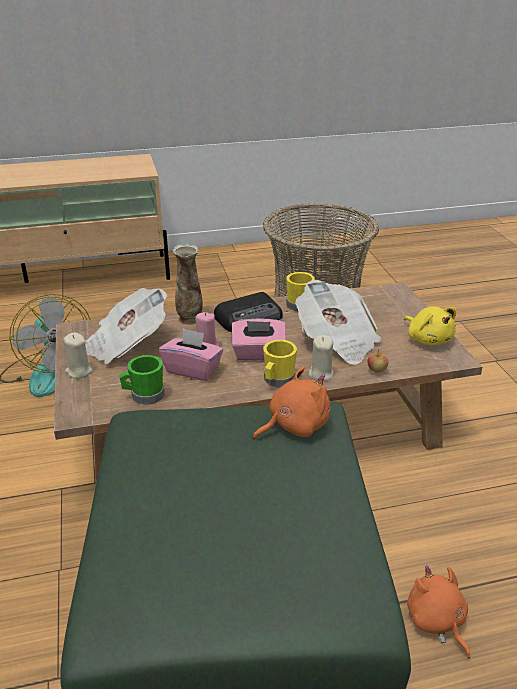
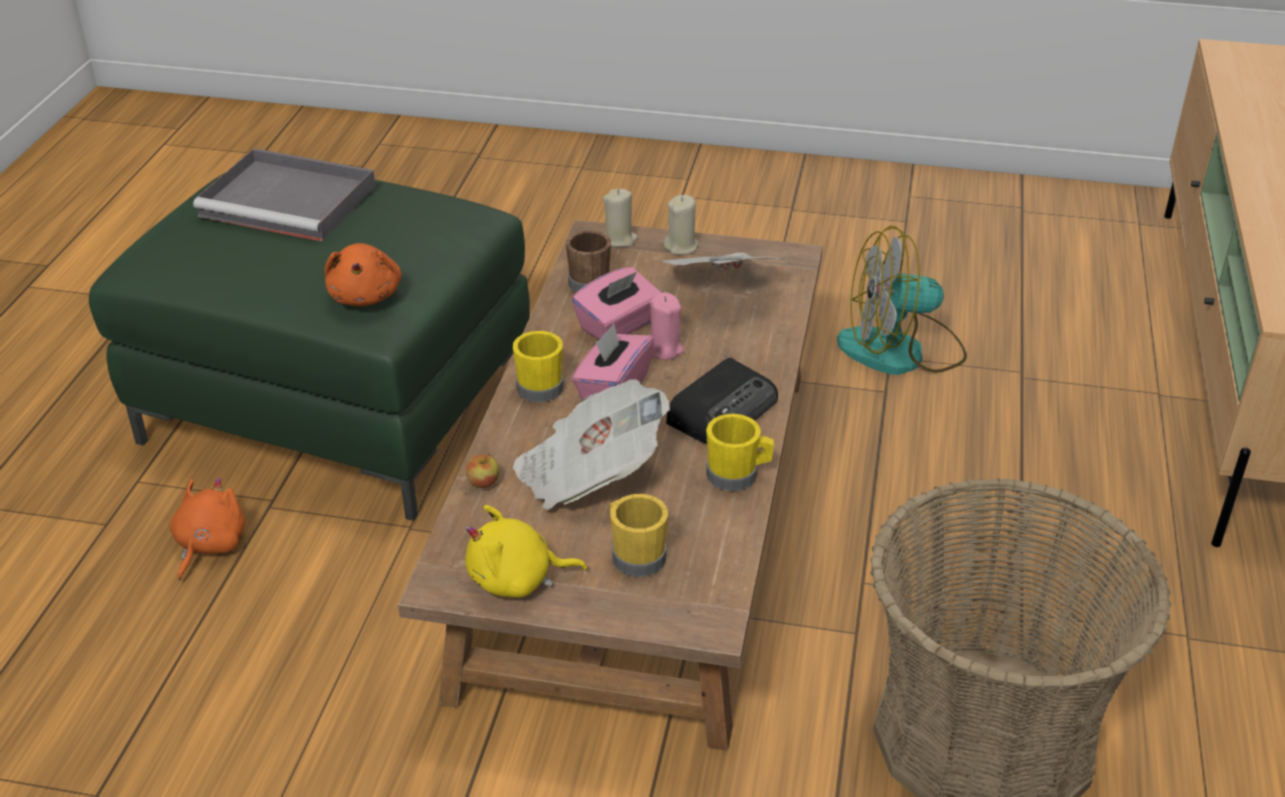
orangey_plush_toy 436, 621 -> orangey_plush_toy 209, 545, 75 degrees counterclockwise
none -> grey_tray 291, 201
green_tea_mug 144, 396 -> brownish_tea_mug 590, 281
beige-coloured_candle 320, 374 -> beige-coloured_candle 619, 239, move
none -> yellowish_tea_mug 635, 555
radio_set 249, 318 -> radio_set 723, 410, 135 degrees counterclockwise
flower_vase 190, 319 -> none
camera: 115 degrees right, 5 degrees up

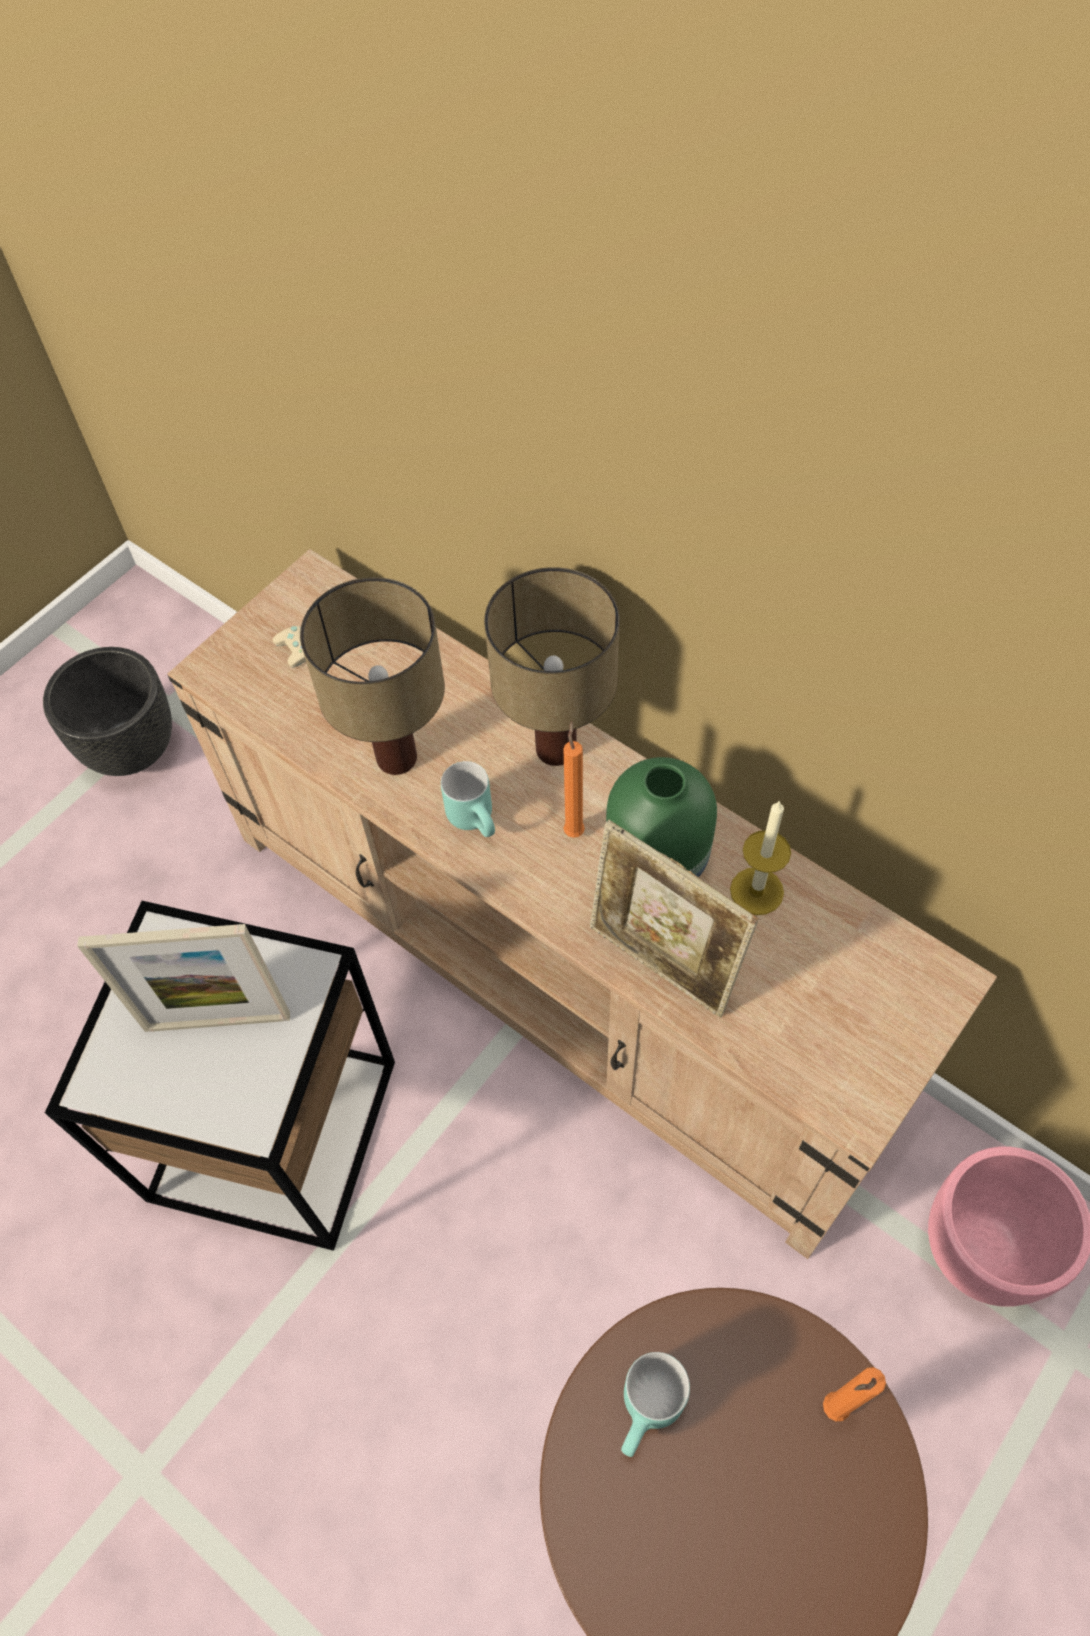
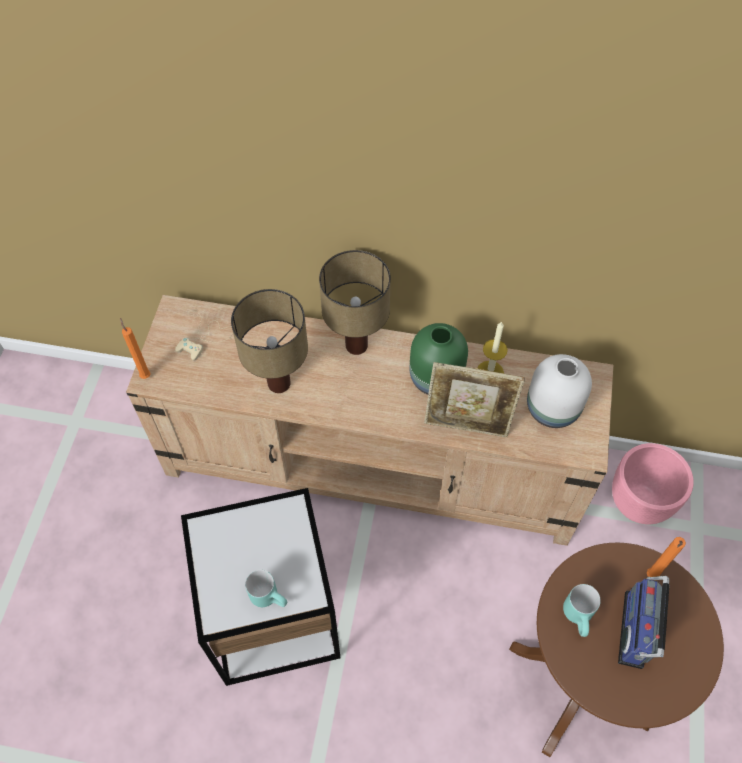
orangey_candle 574, 829 -> orangey_candle 145, 375, move
blue-green_tea_mug 477, 819 -> blue-green_tea_mug 270, 596, move
none -> white-coloured_flower_vase 554, 408
none -> radio_set 638, 630
blackish_flower_pot 133, 750 -> none
photo_frame 217, 1021 -> none
camera: 30 degrees left, 0 degrees up

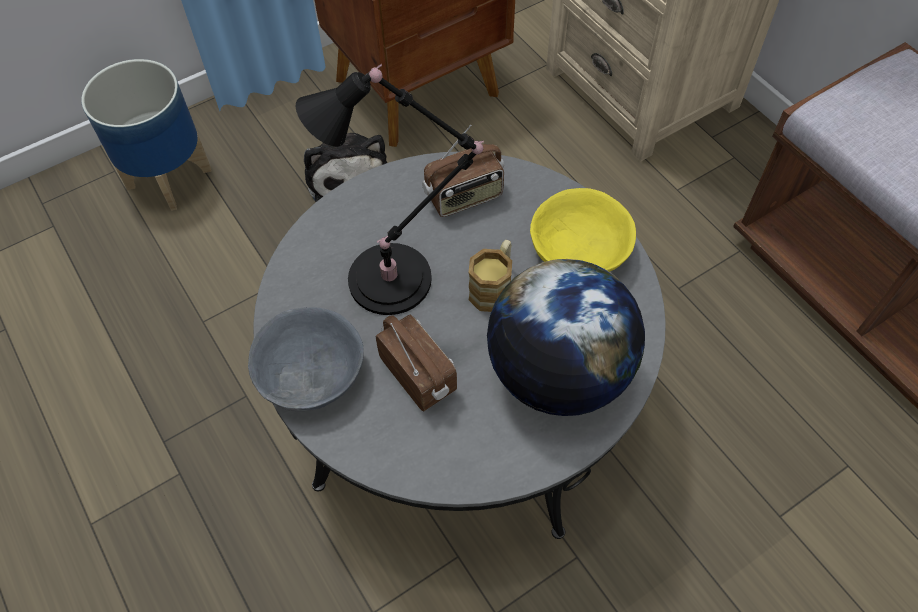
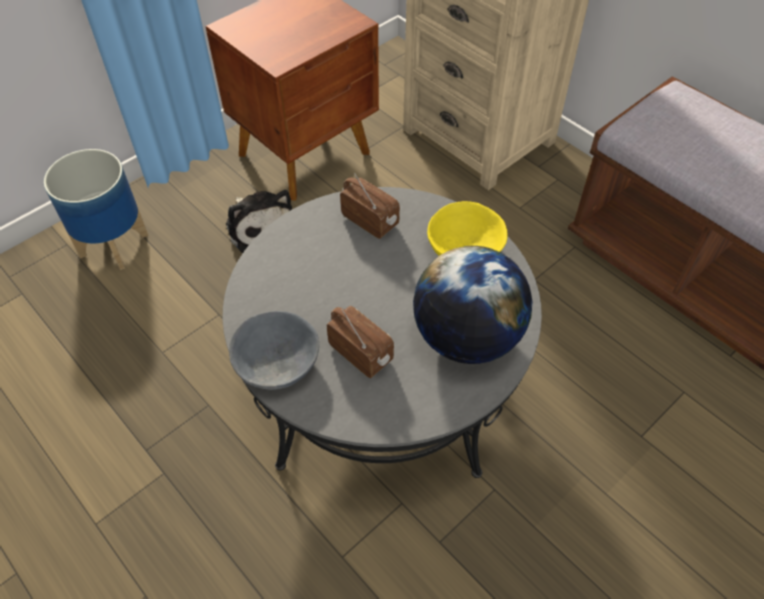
radio_set 464, 197 -> radio_set 370, 220, 105 degrees counterclockwise
blackish_lamp_for_a_table 397, 278 -> none
tea_mug 493, 286 -> none
camera: 10 degrees left, 5 degrees down

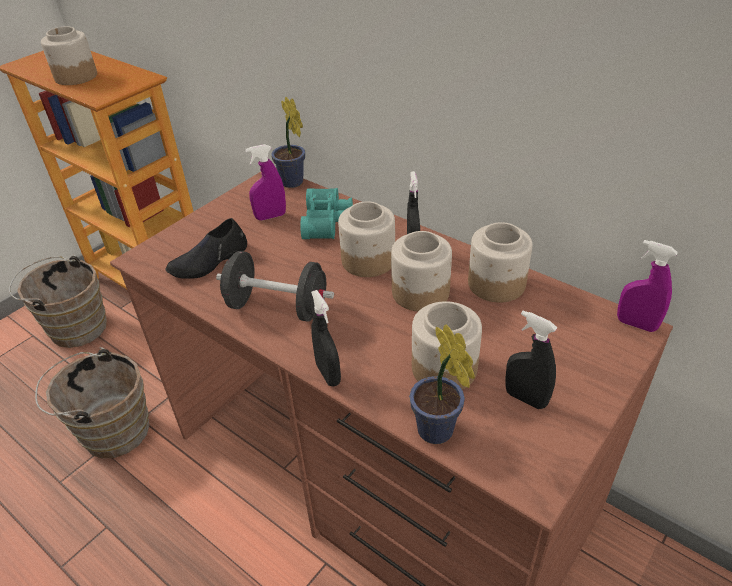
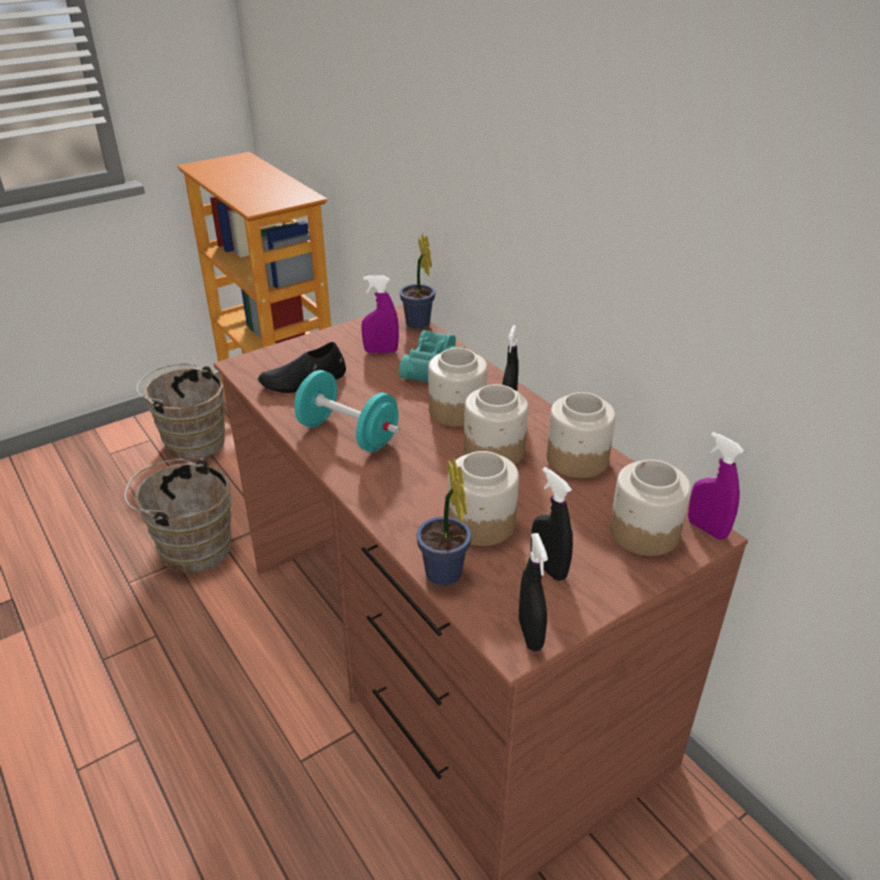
blackish_free_weight 277, 307 -> blue-green_free_weight 348, 434
blackish_sprayer 328, 374 -> blackish_sprayer 530, 634, move
preserve_jar 76, 77 -> preserve_jar 643, 532, move
camera: 15 degrees right, 5 degrees down

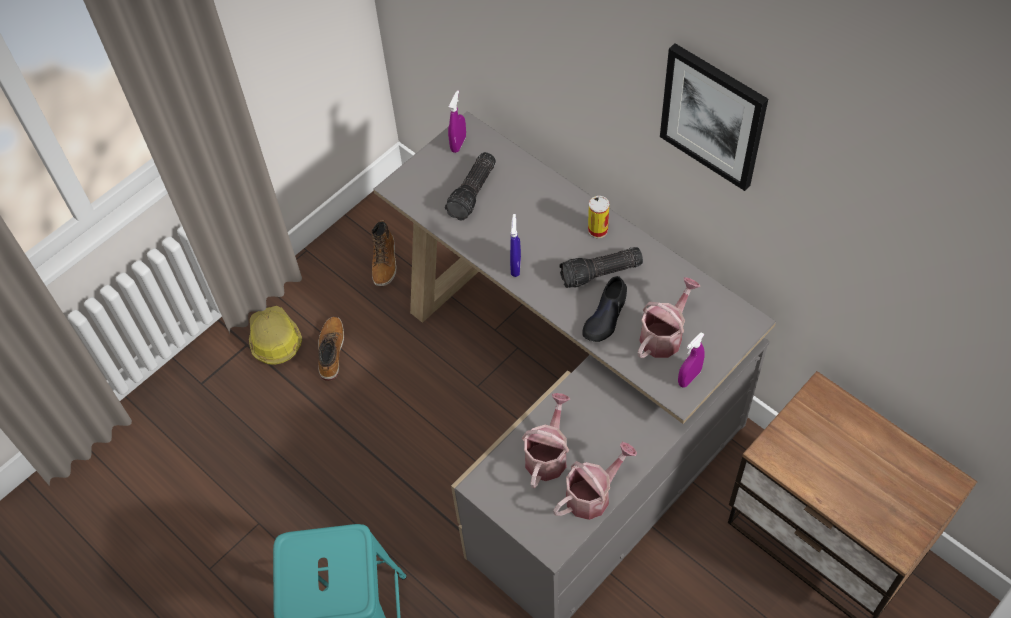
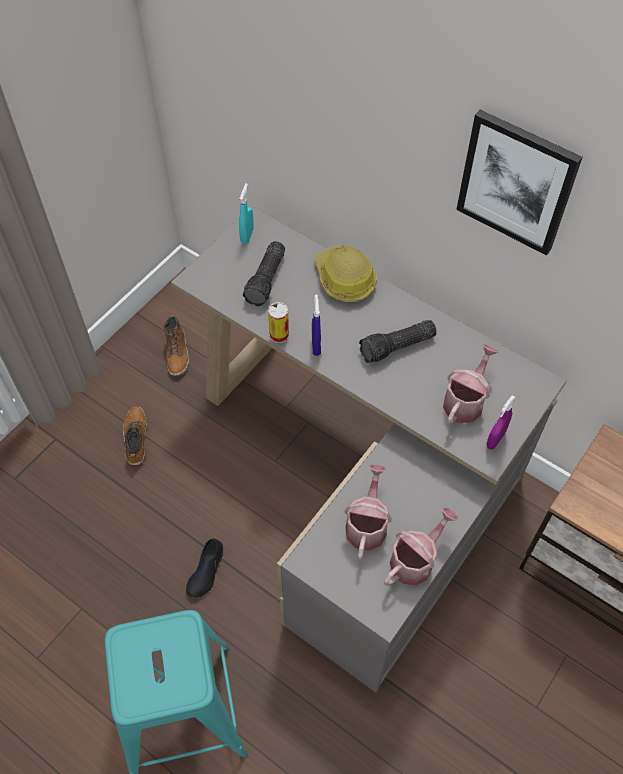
blackish_item_of_footwear 605, 316 -> blackish_item_of_footwear 206, 571, move
purple-coloured_sprayer 458, 144 -> blue-green_sprayer 247, 236
metal_can 598, 230 -> metal_can 279, 335, move
work_helmet 274, 340 -> work_helmet 344, 279, move
camera: 10 degrees left, 0 degrees up

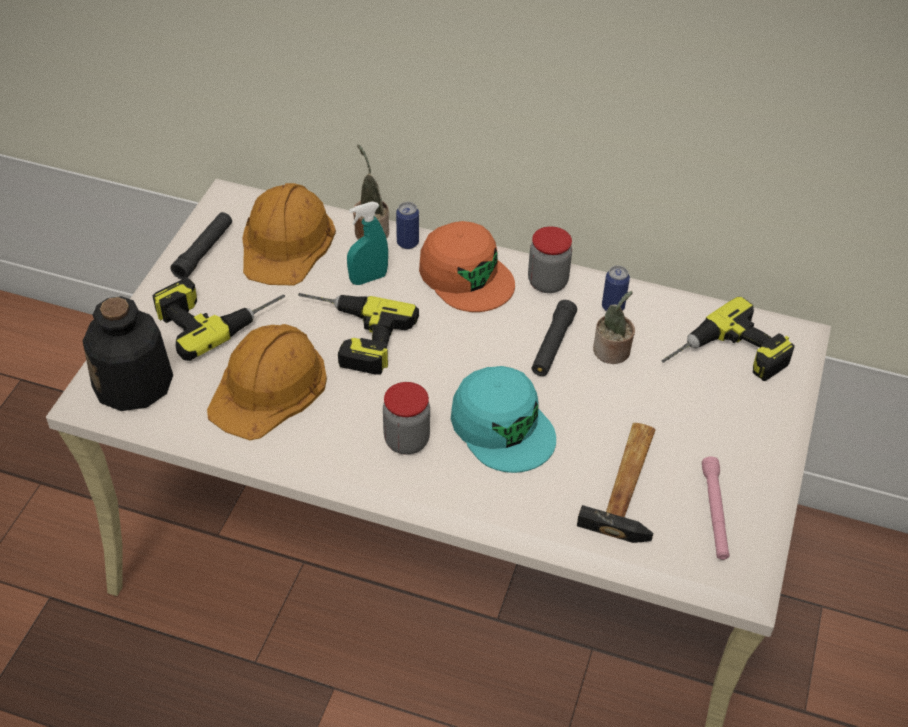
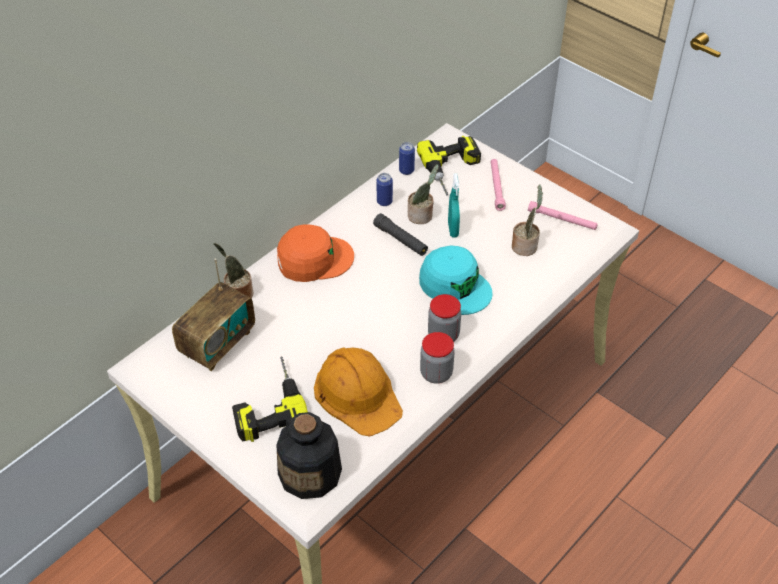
orangey_work_helmet 287, 242 -> radio_set 218, 344
metal_can 407, 243 -> metal_can 406, 170, move
blue-green_peaked_cap 502, 426 -> blue-green_peaked_cap 455, 286, 60 degrees clockwise
preserve_jar 547, 282 -> preserve_jar 436, 373, move
blue-green_sprayer 368, 278 -> blue-green_sprayer 453, 229, move
none -> pink_flashlight 496, 187
tool_hammer 630, 483 -> plant_in_a_pot 525, 246
blackish_flashlight 204, 251 -> none
drill 348, 335 -> none
camera: 65 degrees left, 0 degrees up

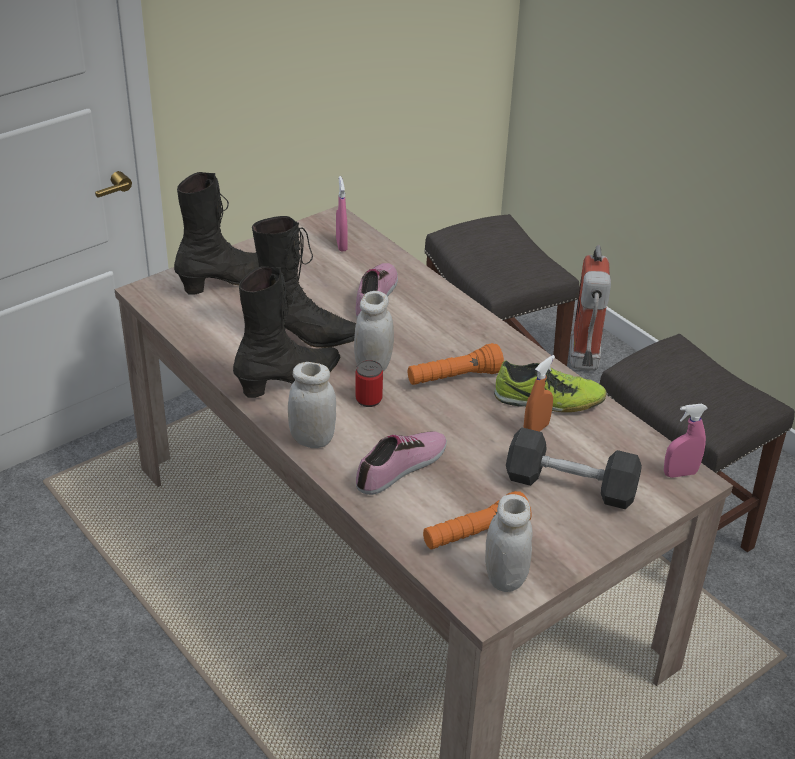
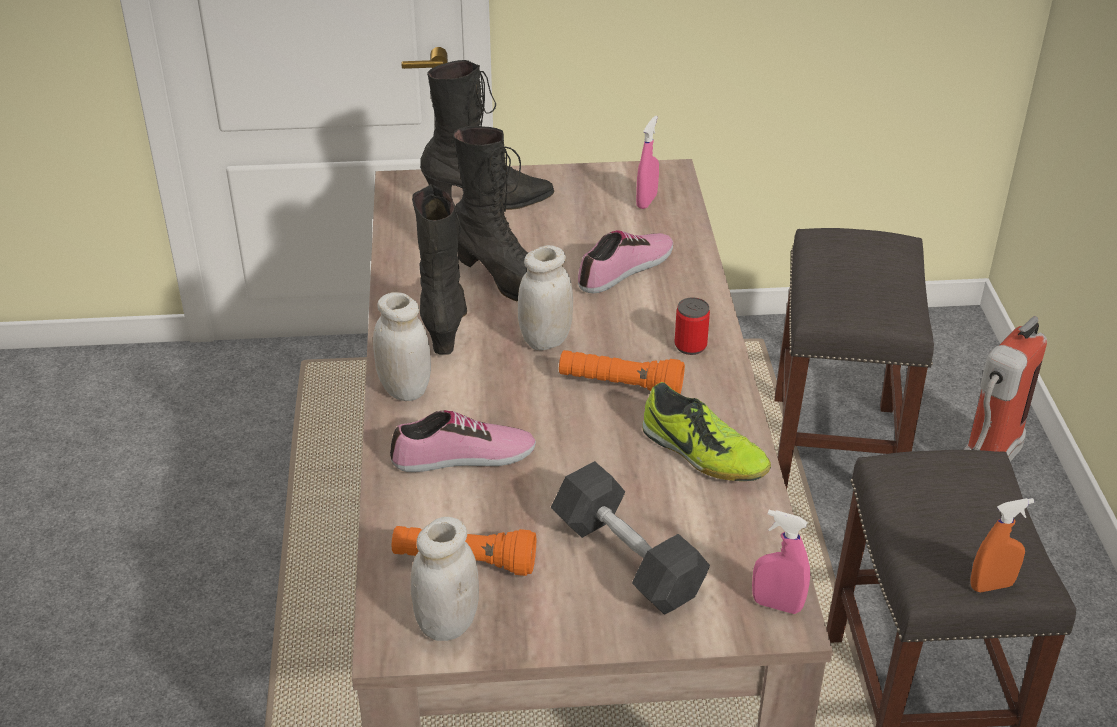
blackish_tall_boot 290, 381 -> blackish_tall_boot 444, 322, 90 degrees counterclockwise
metal_can 368, 399 -> metal_can 690, 346, move
orangey_sprayer 536, 429 -> orangey_sprayer 991, 585, move
camera: 35 degrees right, 0 degrees up

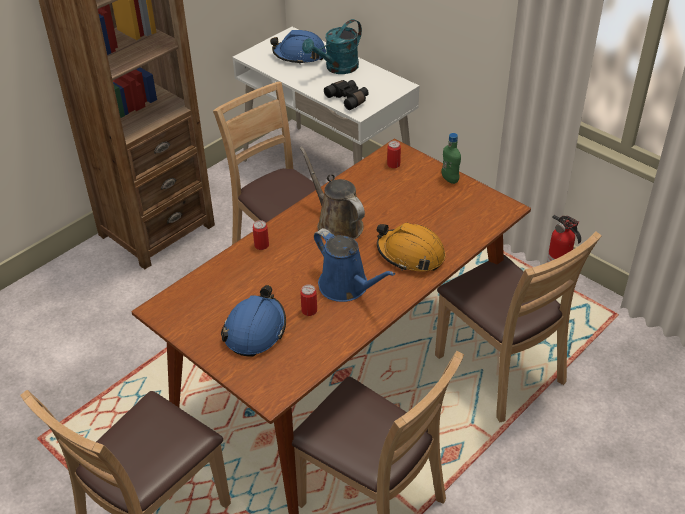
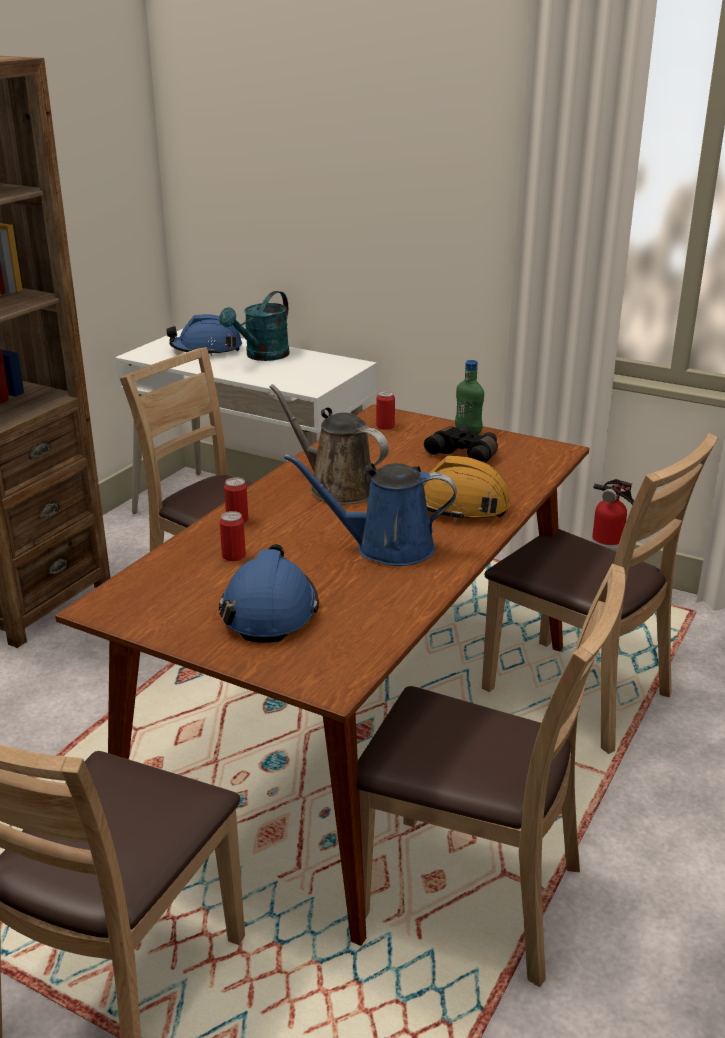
metal_can 309, 310 -> metal_can 233, 556, move
blue-coloured_sprinkling_can 347, 287 -> blue-coloured_sprinkling_can 386, 548, 150 degrees clockwise
blackish_binoculars 348, 99 -> blackish_binoculars 465, 454, move
camera: 15 degrees left, 15 degrees down

